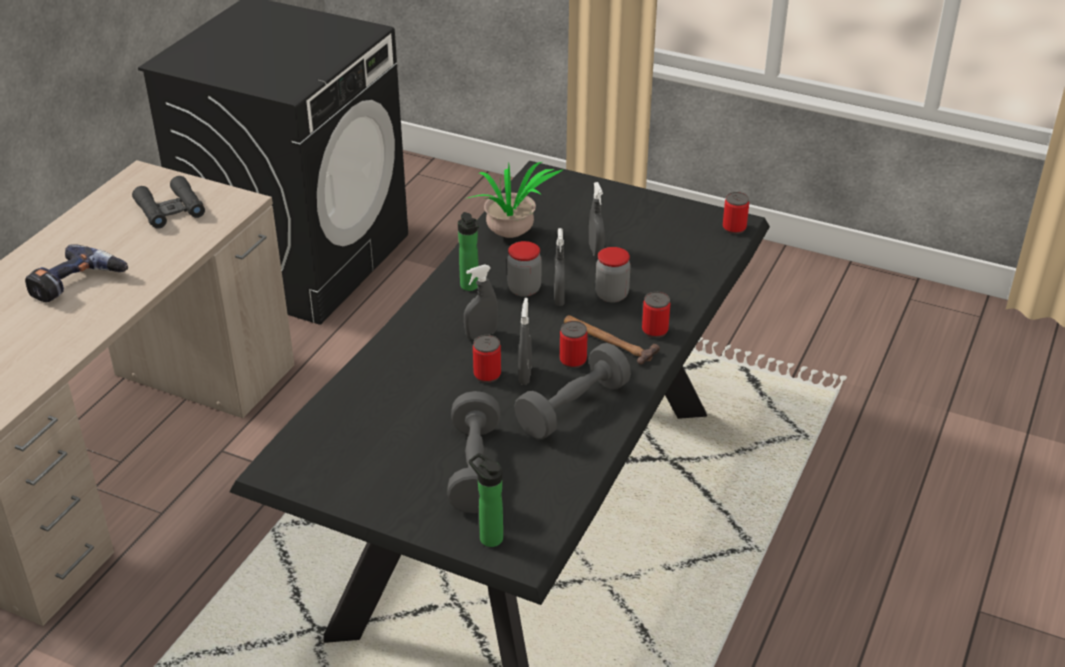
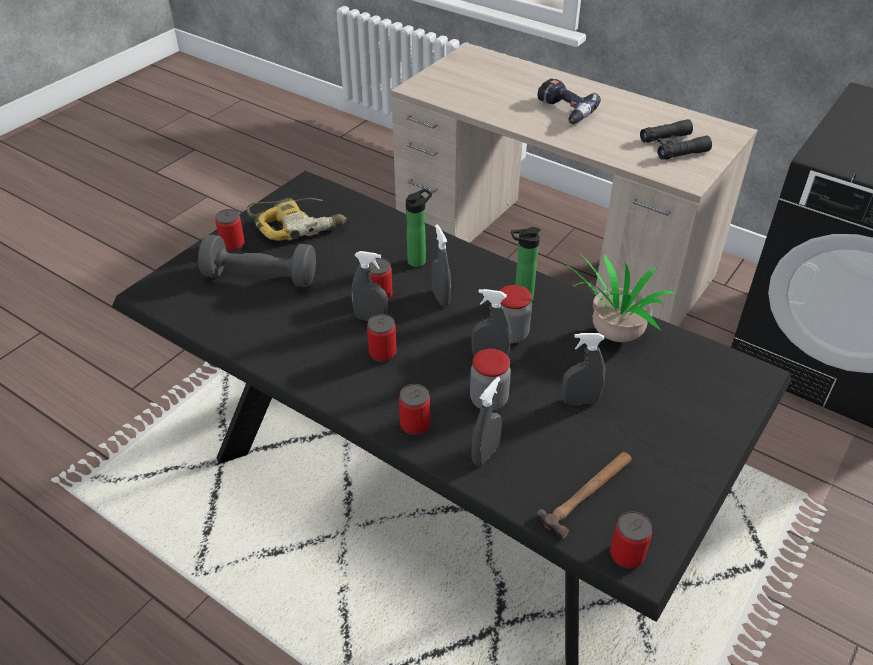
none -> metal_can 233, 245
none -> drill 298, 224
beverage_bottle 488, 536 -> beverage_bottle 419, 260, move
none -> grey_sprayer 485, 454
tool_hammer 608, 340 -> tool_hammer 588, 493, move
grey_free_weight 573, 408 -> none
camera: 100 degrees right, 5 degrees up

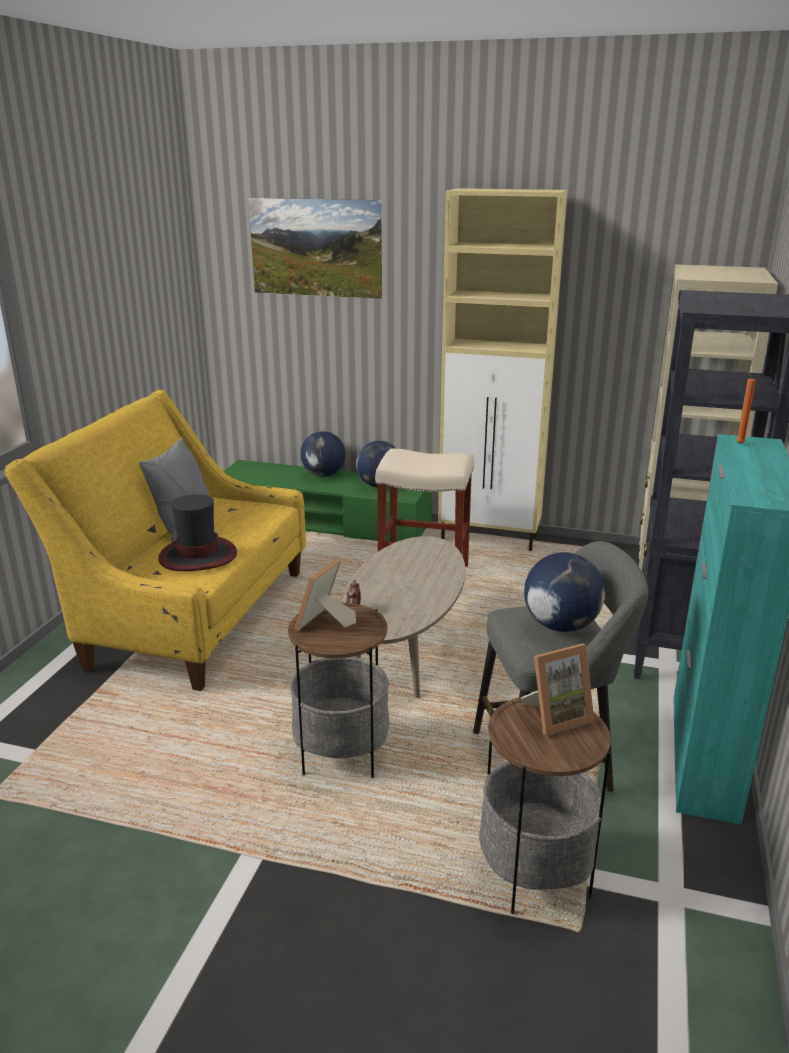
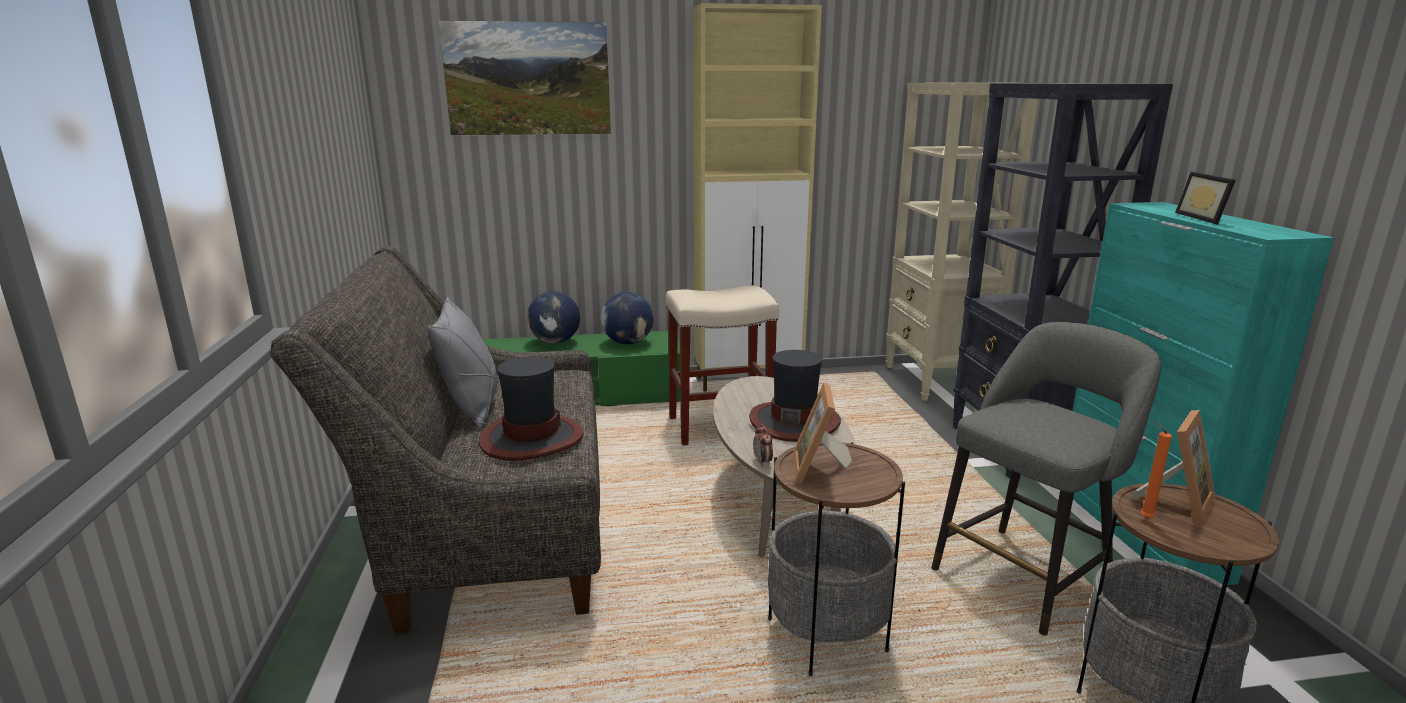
yellowish_settee 188, 616 -> grey_settee 488, 528
none -> clothing_hat 794, 421
orangey_candle 738, 443 -> orangey_candle 1144, 518, move
none -> photo_frame 1206, 218
world_globe 560, 626 -> none
camera: 25 degrees left, 5 degrees down

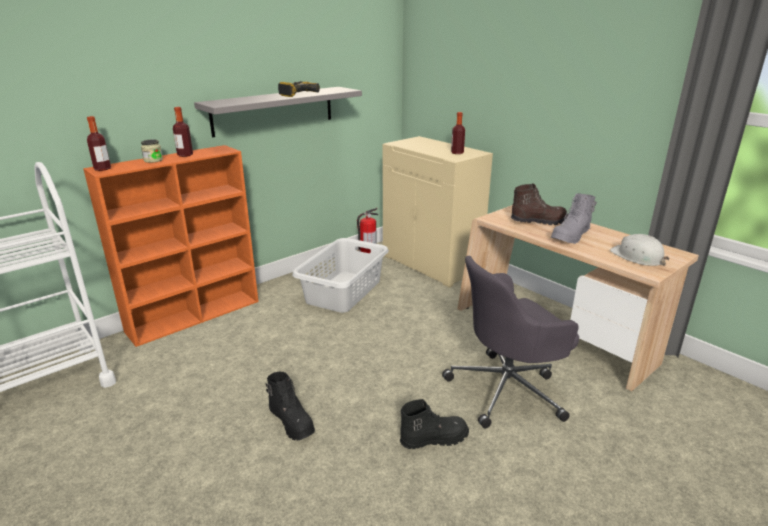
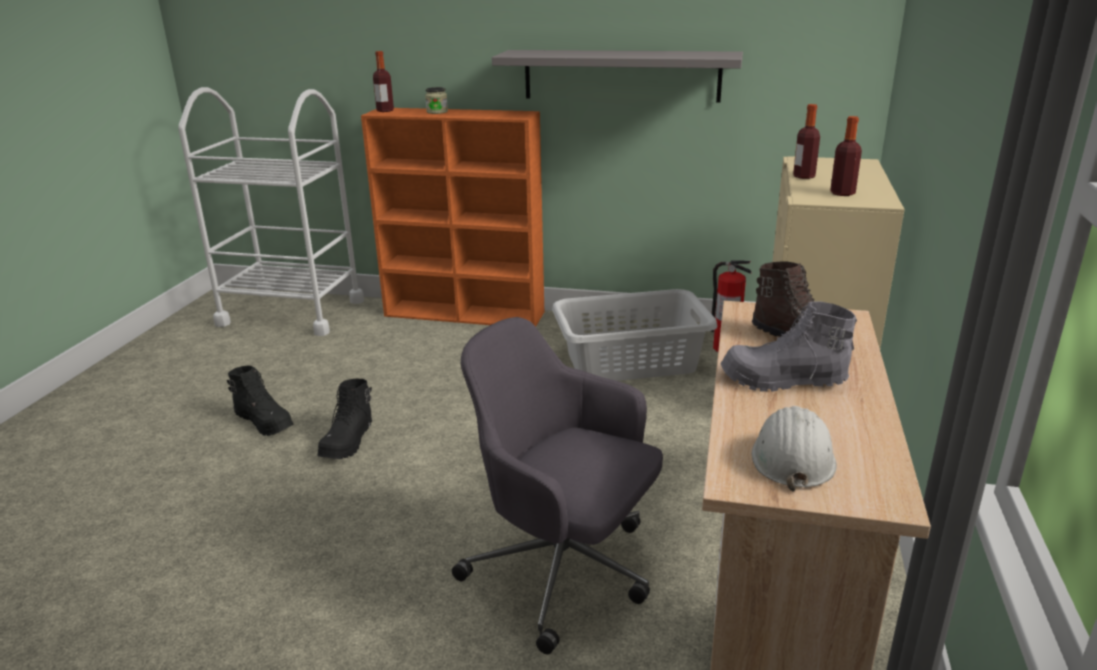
blackish_tall_boot 433, 438 -> blackish_tall_boot 265, 422, move
beverage_bottle 185, 155 -> beverage_bottle 804, 176, move
drill 296, 94 -> none
camera: 55 degrees right, 0 degrees up

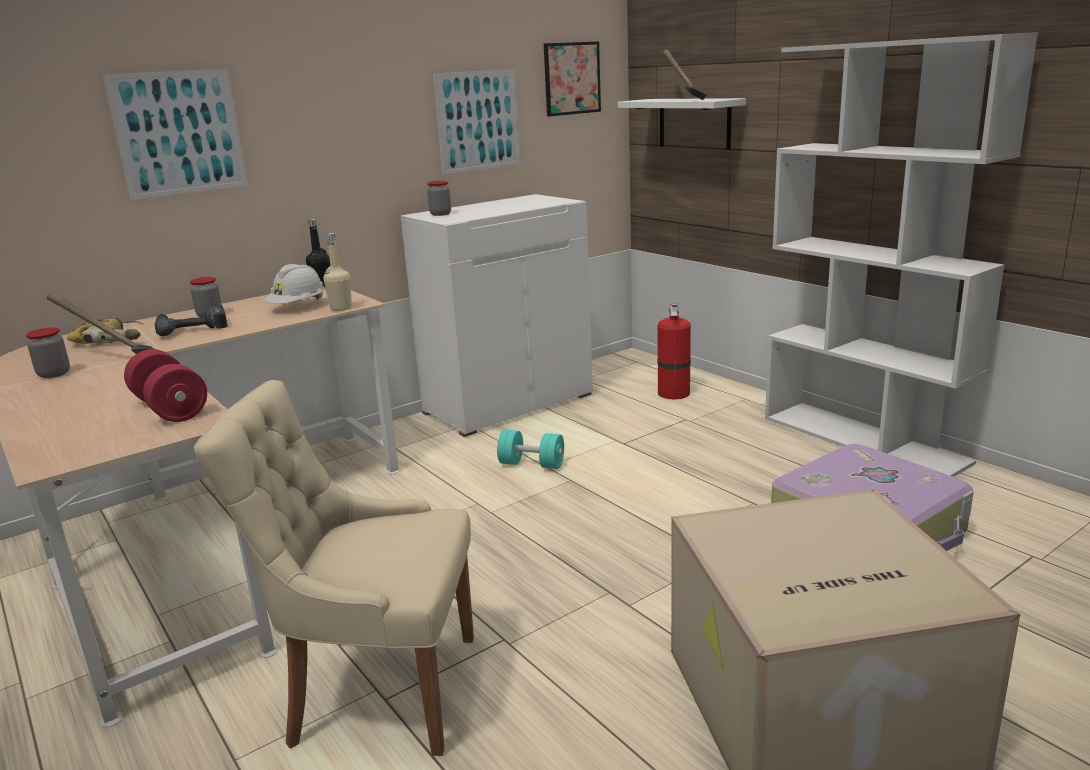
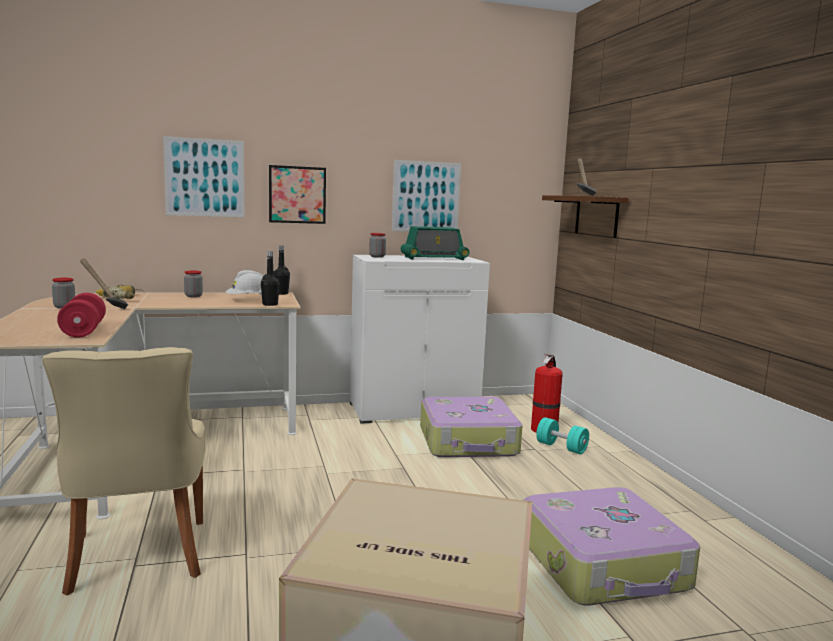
beige-coloured_chair 378, 689 -> beige-coloured_chair 137, 558, 135 degrees counterclockwise
beige-coloured_beverage_bottle 341, 308 -> blackish_beverage_bottle 270, 304
wall_picture 572, 78 -> wall_picture 297, 194, move
none -> radio_set 434, 258
none -> suitcase 468, 441
blue-green_free_weight 531, 464 -> blue-green_free_weight 561, 447, move
white-coloured_bracket_shelf 694, 123 -> brownish_bracket_shelf 596, 216
drill 191, 327 -> none
white-coloured_bookshelf 864, 440 -> none
camera: 20 degrees right, 10 degrees down

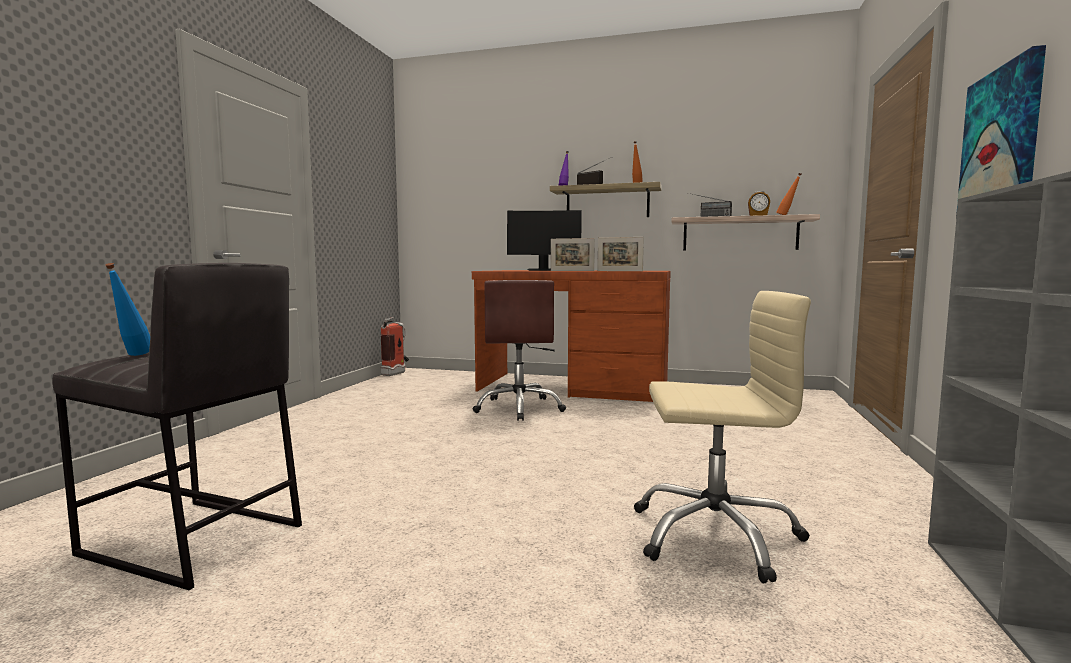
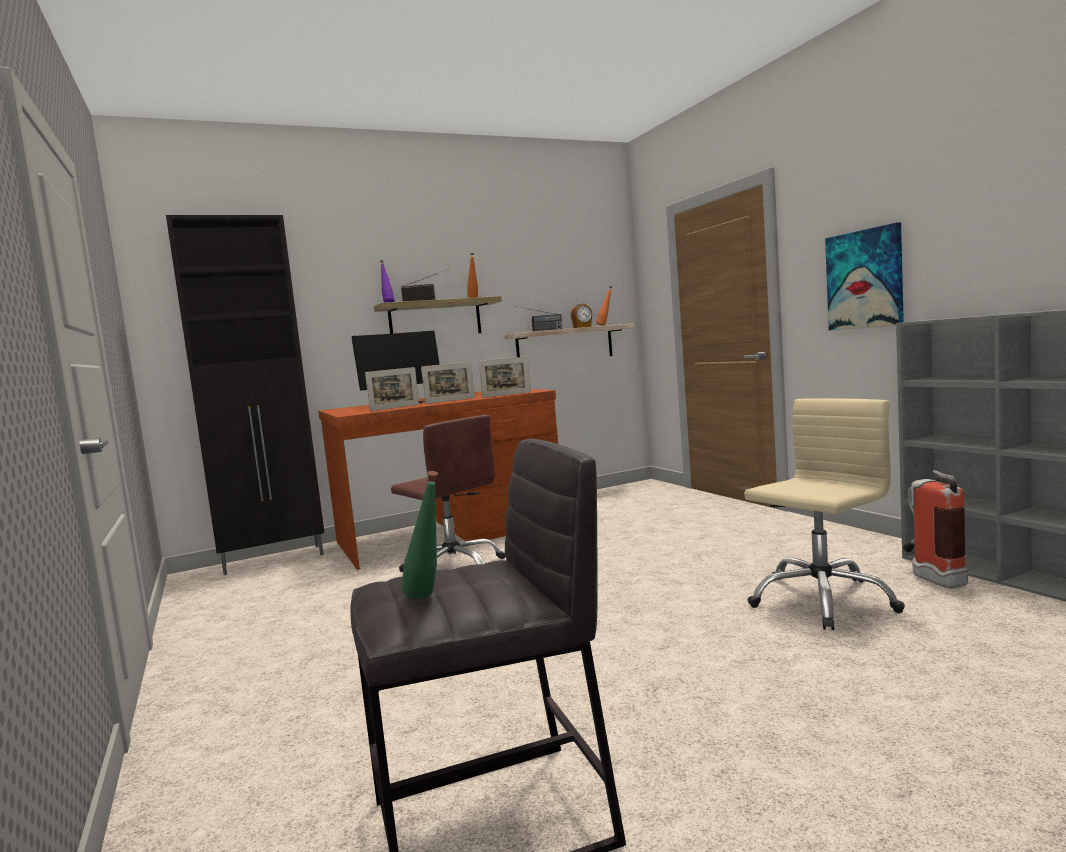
none -> blackish_storage_cabinet 275, 559
none -> photo_frame 395, 408
blue-coloured_beverage_bottle 132, 356 -> green_beverage_bottle 429, 598
fire_extinguisher 396, 373 -> fire_extinguisher 931, 578, move
camera: 40 degrees left, 0 degrees up

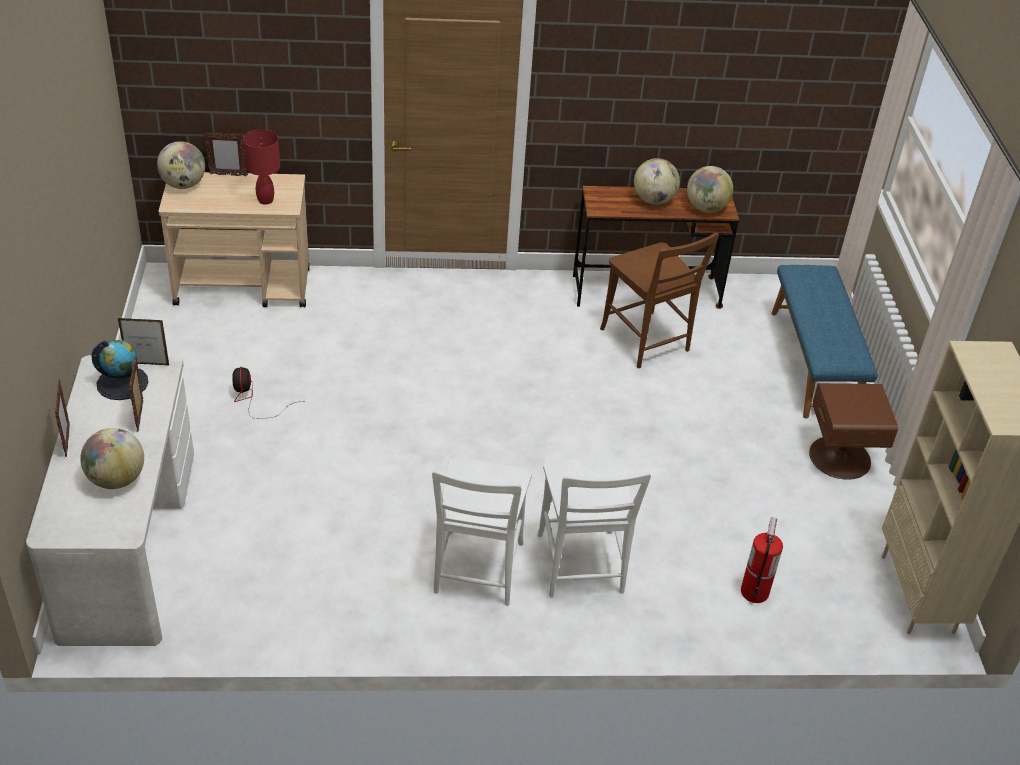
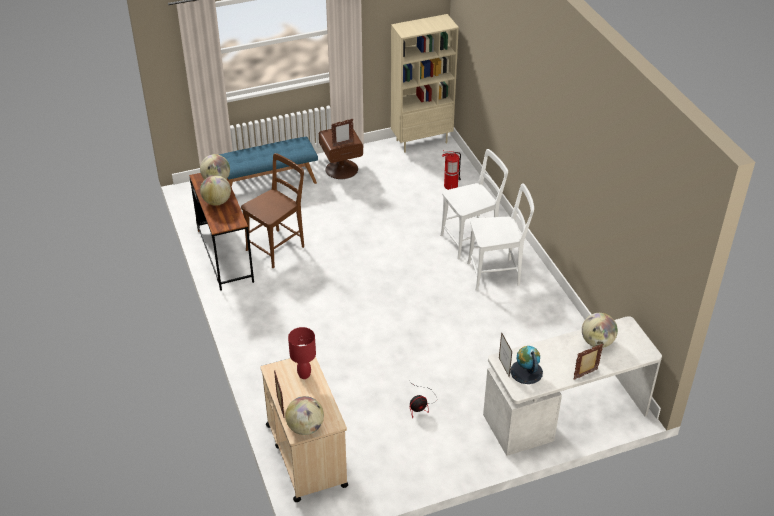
photo_frame 140, 416 -> photo_frame 342, 144, move
camera: 105 degrees left, 0 degrees up

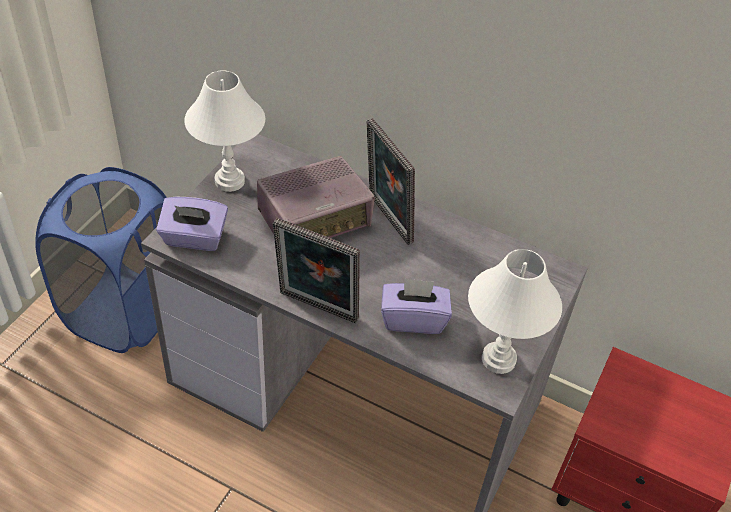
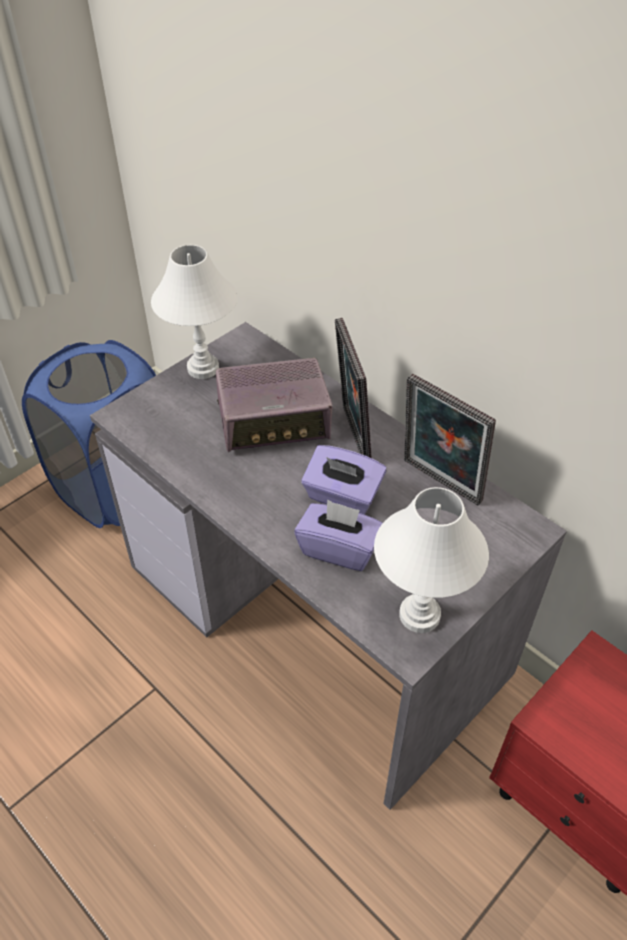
purple-coloured_box_of_tissues 194, 238 -> purple-coloured_box_of_tissues 342, 496, move
photo_frame 316, 309 -> photo_frame 439, 483, move
camera: 20 degrees right, 0 degrees up

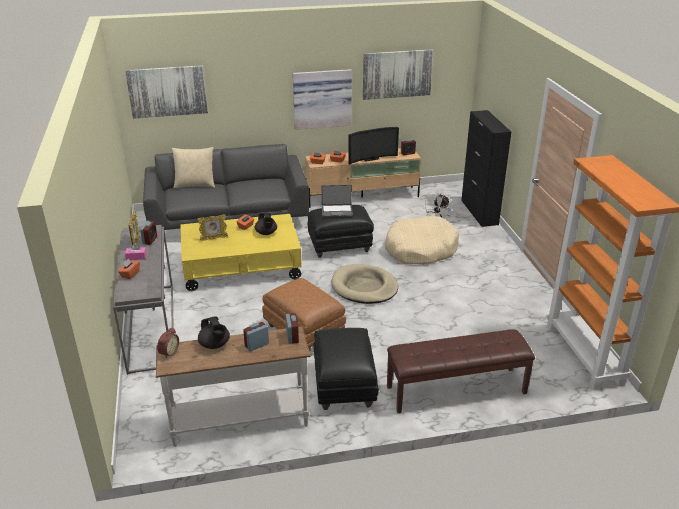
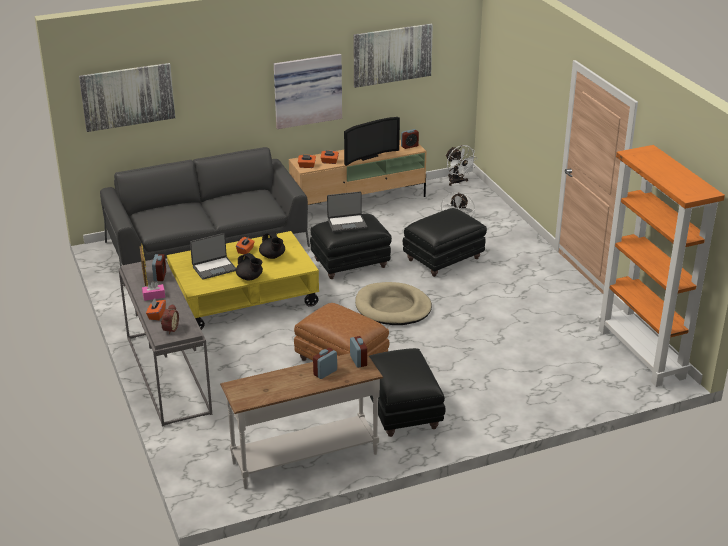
table_clock 168, 352 -> table_clock 169, 329, move
photo_frame 214, 239 -> notebook_computer 214, 268
blackish_teapot 215, 345 -> blackish_teapot 250, 278, move
beige-coloured_dog_bed 420, 249 -> blackish_ottoman 443, 259
none -> white-coloured_fan 457, 182
beige-coloured_throw_pillow 195, 185 -> none
brownish_indoor_bench 456, 390 -> none
blackish_storage_cabinet 479, 212 -> none
camera: 10 degrees left, 0 degrees up

